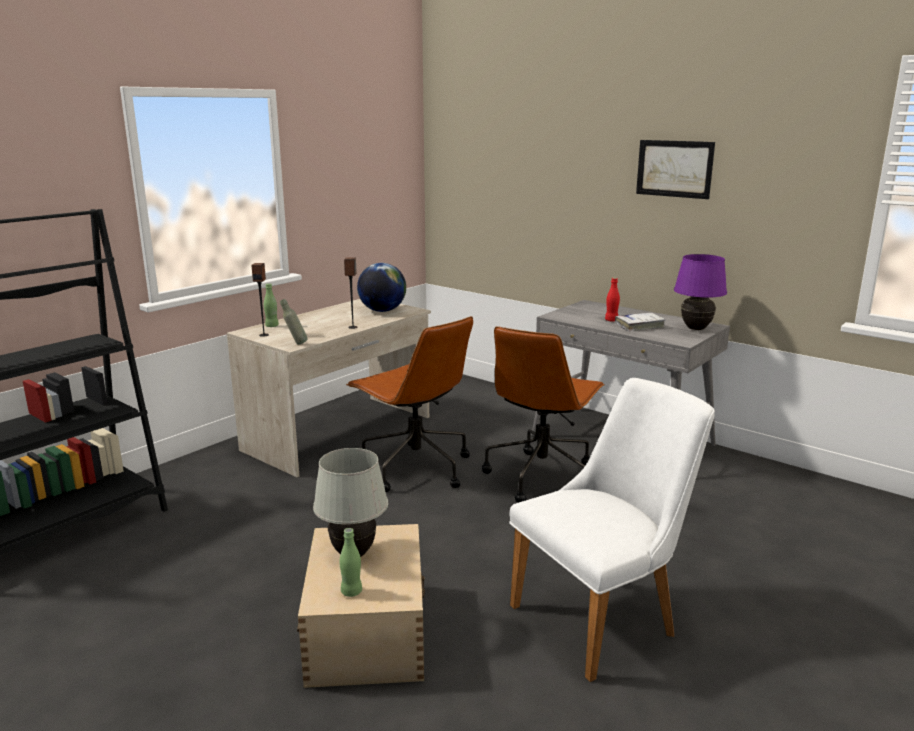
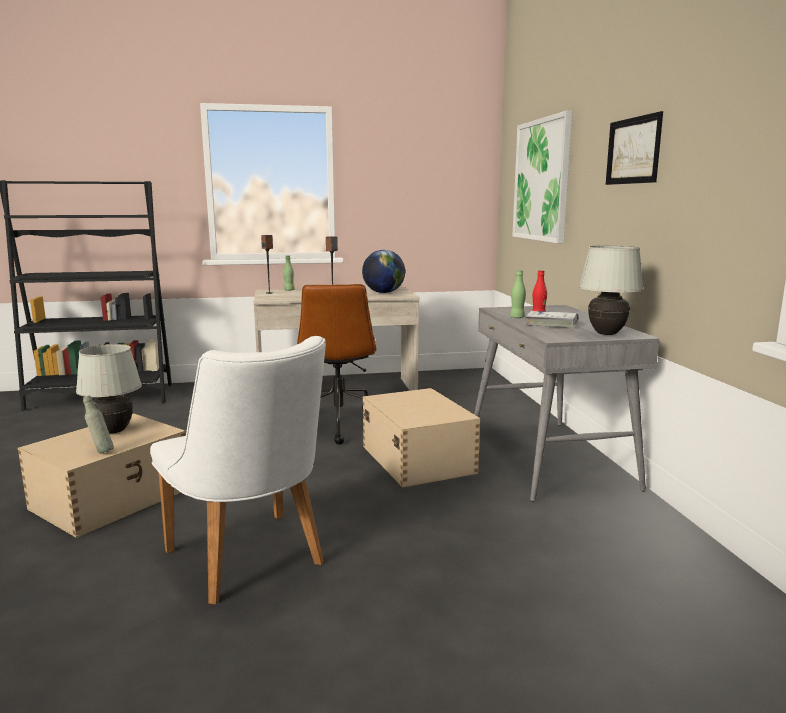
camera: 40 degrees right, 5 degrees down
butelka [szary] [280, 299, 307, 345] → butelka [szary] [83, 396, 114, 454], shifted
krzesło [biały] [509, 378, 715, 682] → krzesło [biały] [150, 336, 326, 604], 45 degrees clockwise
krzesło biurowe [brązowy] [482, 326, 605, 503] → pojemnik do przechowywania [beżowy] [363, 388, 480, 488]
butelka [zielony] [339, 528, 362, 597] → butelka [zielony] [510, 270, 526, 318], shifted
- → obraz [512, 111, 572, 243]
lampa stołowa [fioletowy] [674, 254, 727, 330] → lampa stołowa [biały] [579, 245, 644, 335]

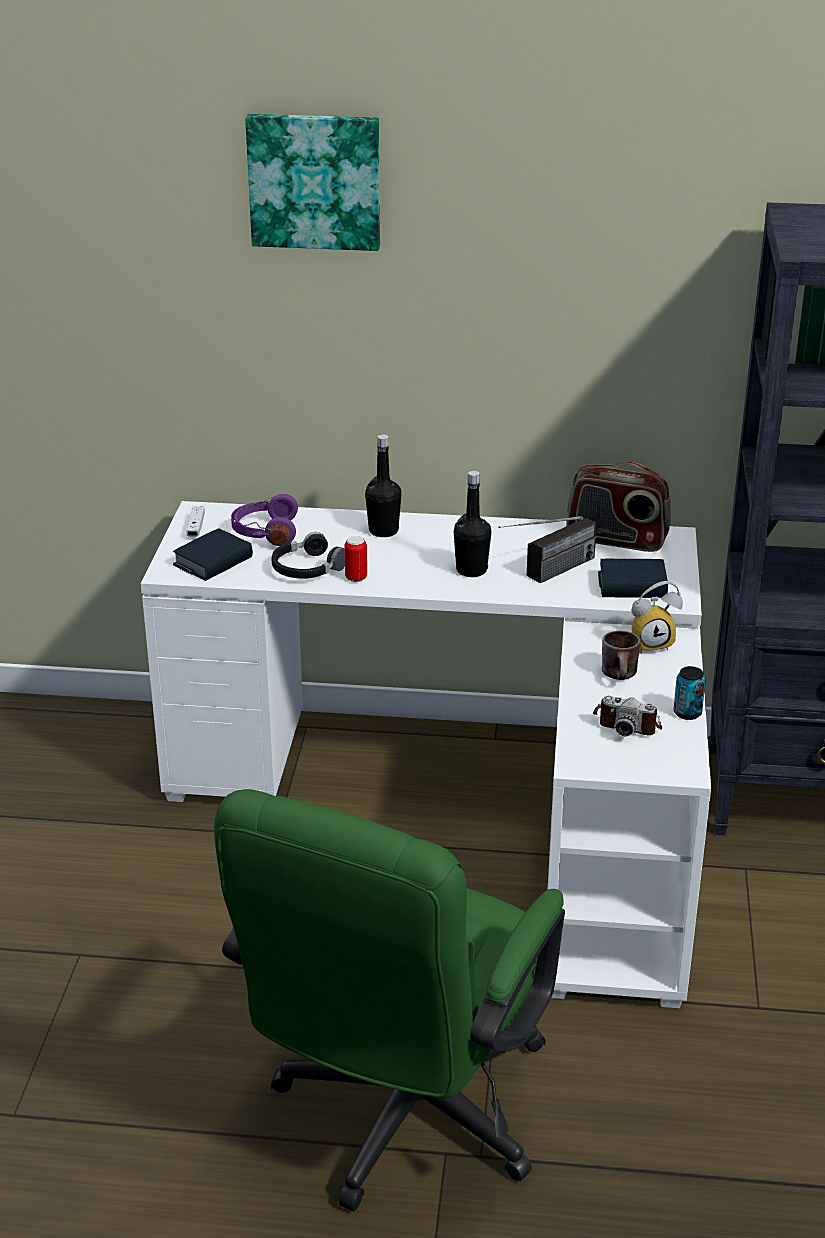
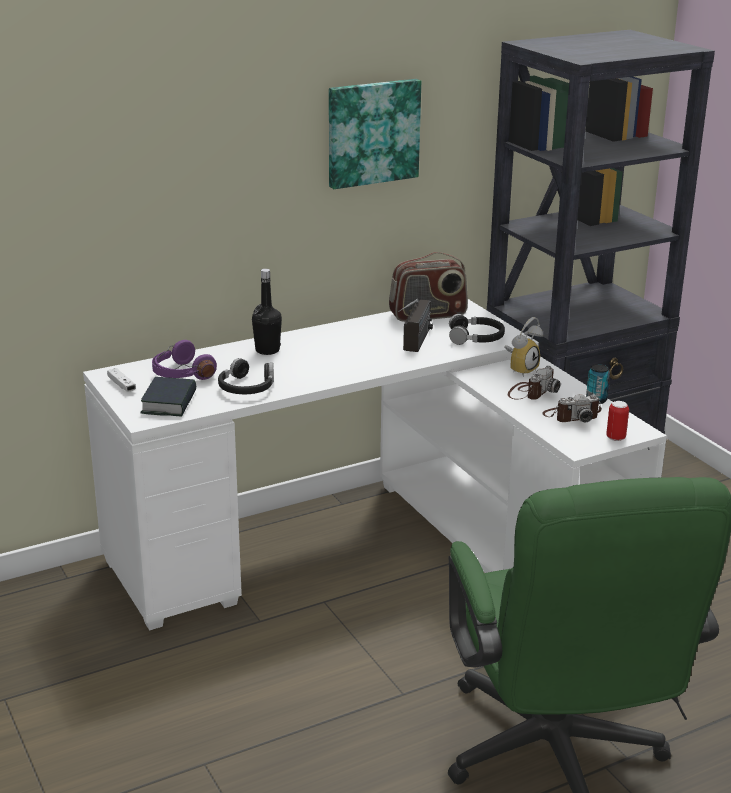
camera: 35 degrees left, 5 degrees down
obraz [245, 114, 380, 251] → obraz [329, 79, 421, 189], shifted
książka [598, 558, 668, 598] → słuchawki [czarny] [449, 314, 505, 345]
kubek [brązowy] [602, 631, 640, 680] → aparat fotograficzny [508, 366, 561, 400]
puszka [344, 536, 367, 582] → puszka [606, 401, 629, 441], shifted
butelka [czarny] [454, 471, 492, 577] → -

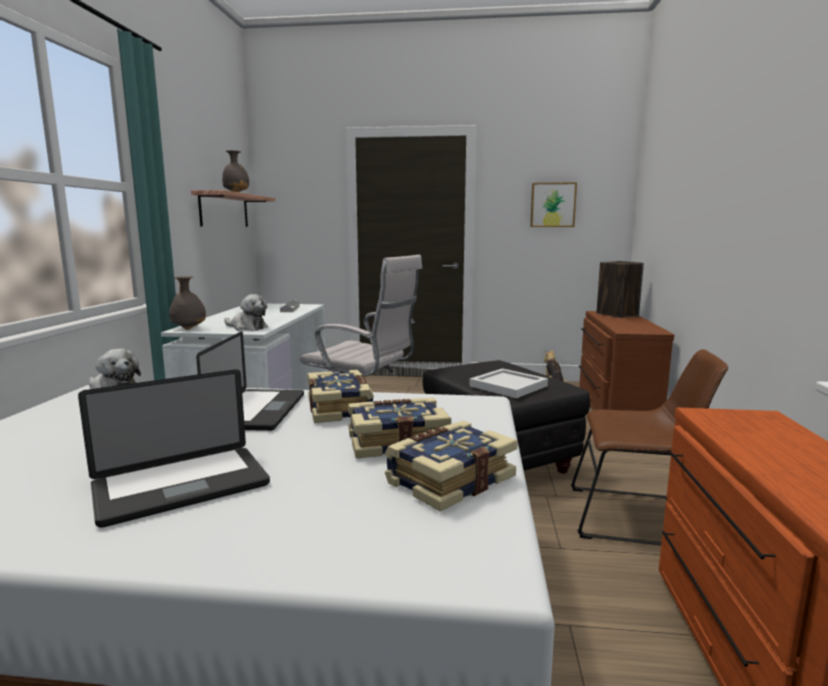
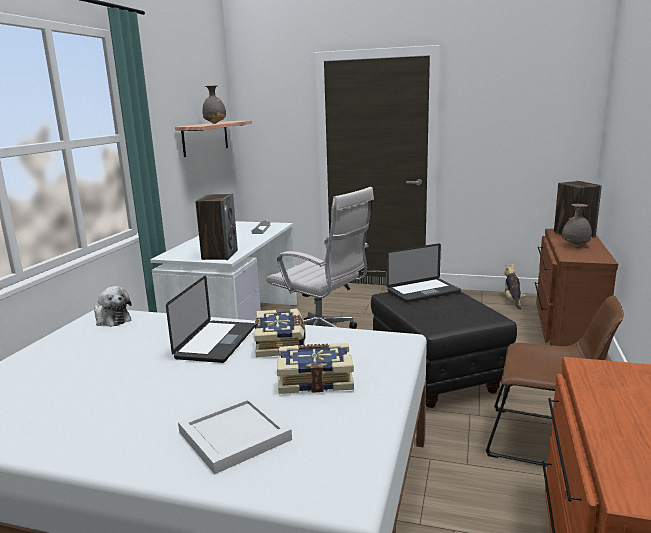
camera: 10 degrees right, 5 degrees up
taca [biały] [469, 369, 548, 398] → taca [biały] [178, 395, 292, 474], shifted
pluszak [224, 294, 268, 331] → głośnik [196, 194, 238, 260]
laptop [78, 369, 270, 528] → laptop [386, 243, 461, 303], shifted
wazon [szary] [169, 276, 206, 330] → wazon [szary] [562, 204, 592, 247], shifted
książka [385, 421, 517, 511] → -
obraz [530, 182, 577, 227] → -

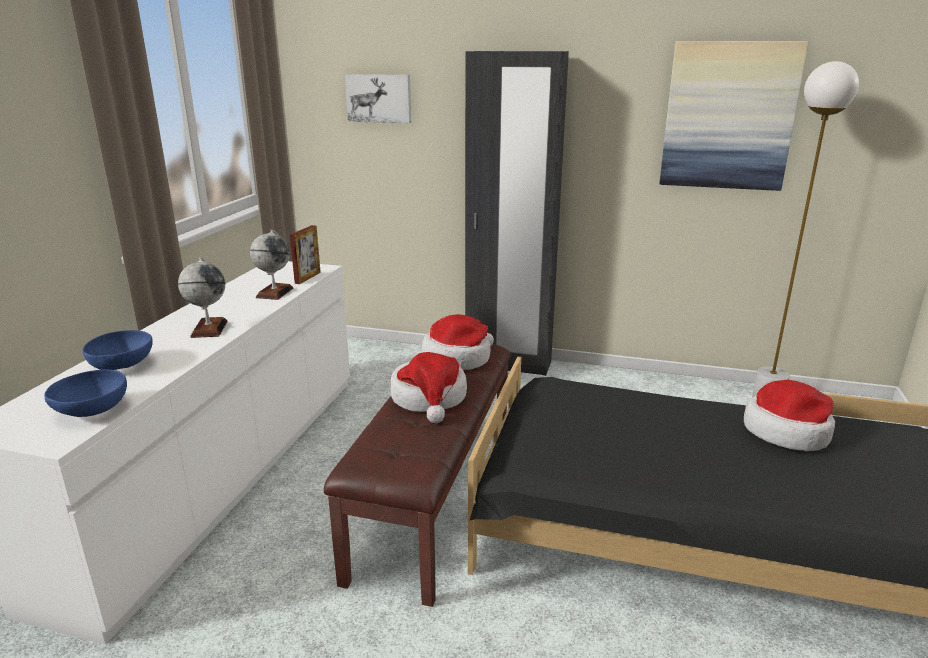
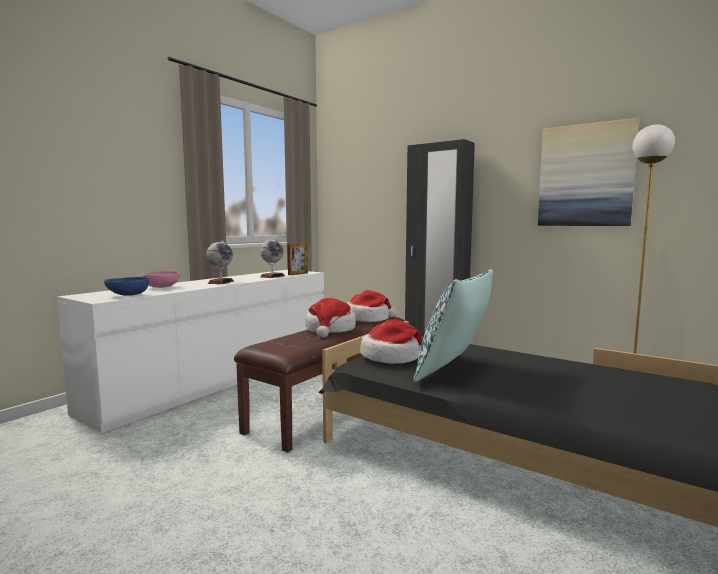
camera: 20 degrees right, 15 degrees down
miska [niebieski] [83, 330, 153, 370] → miska [różowy] [142, 271, 181, 288]
kapelusz [744, 380, 835, 451] → kapelusz [360, 320, 423, 364], shifted
- → poduszka [413, 269, 493, 382]
obraz [345, 74, 411, 123] → -

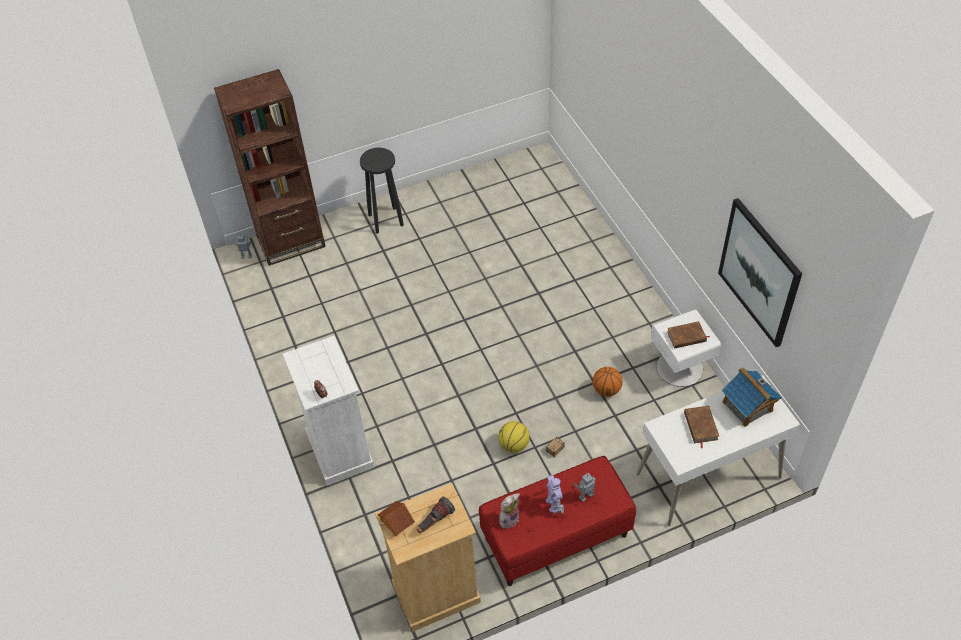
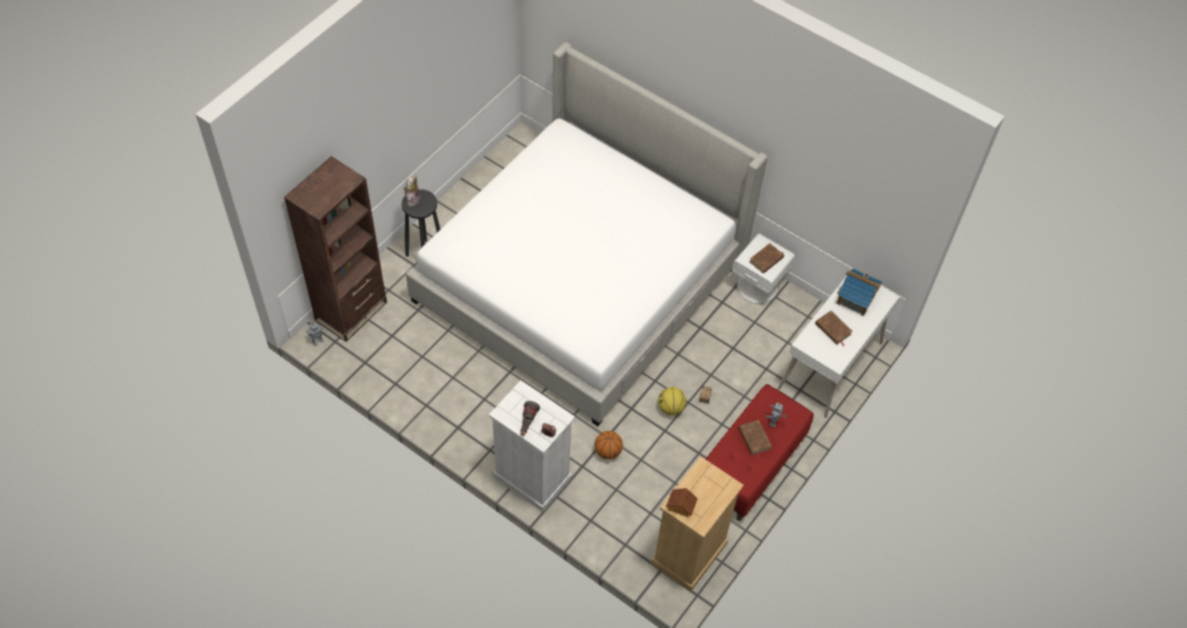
camera: 35 degrees left, 5 degrees up
pluszak [499, 493, 520, 528] → pluszak [403, 174, 420, 207], shifted
- → łóżko [406, 42, 768, 426]
latarka [417, 496, 455, 533] → latarka [521, 401, 540, 436], shifted
piłka do koszykówki [593, 367, 623, 397] → piłka do koszykówki [594, 431, 623, 459], shifted
robot zabawkowy [546, 475, 564, 514] → książka [brązowy] [738, 420, 772, 459]
obraz [718, 198, 802, 347] → -

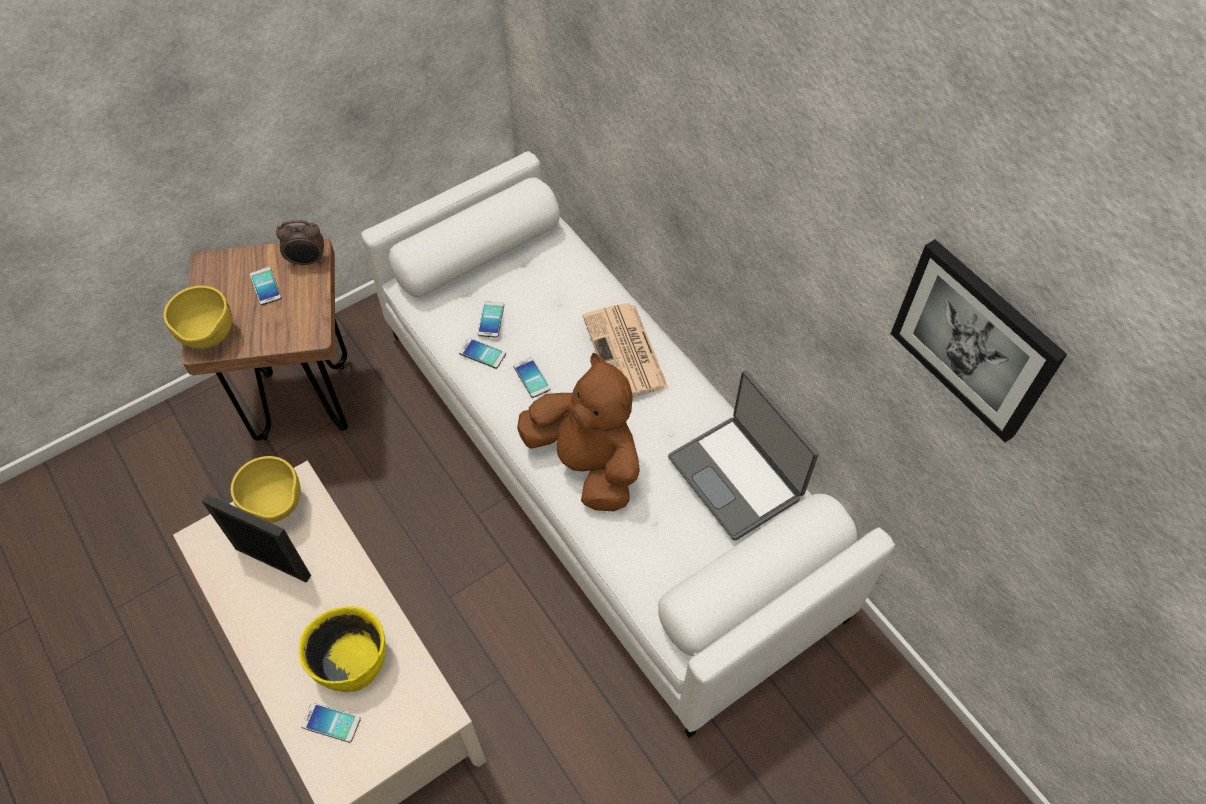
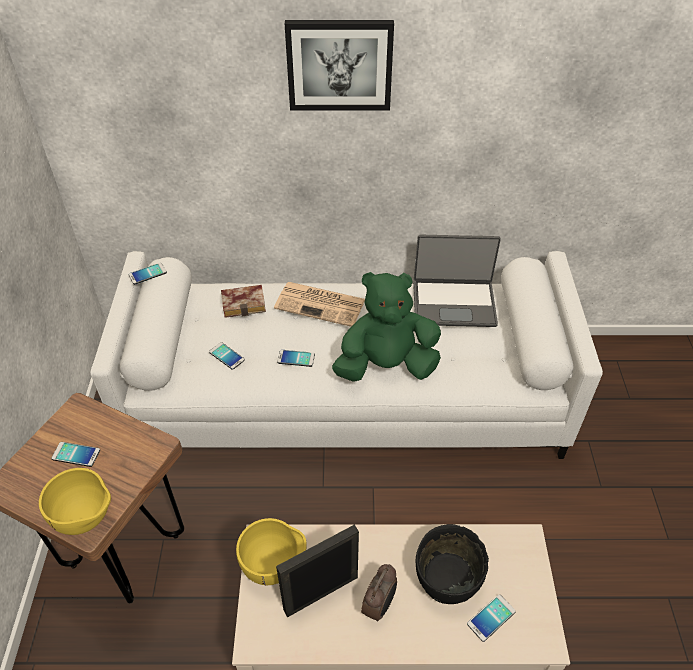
camera: 55 degrees left, 10 degrees down
telefon [459, 338, 506, 369] → telefon [129, 263, 167, 285], shifted
- → książka [221, 285, 266, 318]
obraz [891, 239, 1067, 443] → obraz [285, 20, 394, 110], shifted
pluszak [brązowy] [517, 353, 640, 511] → pluszak [zielony] [332, 272, 441, 381]
budzik [276, 220, 324, 266] → budzik [361, 564, 397, 622], shifted
miska [żółty] [299, 606, 386, 692] → miska [czarny] [416, 524, 489, 604]

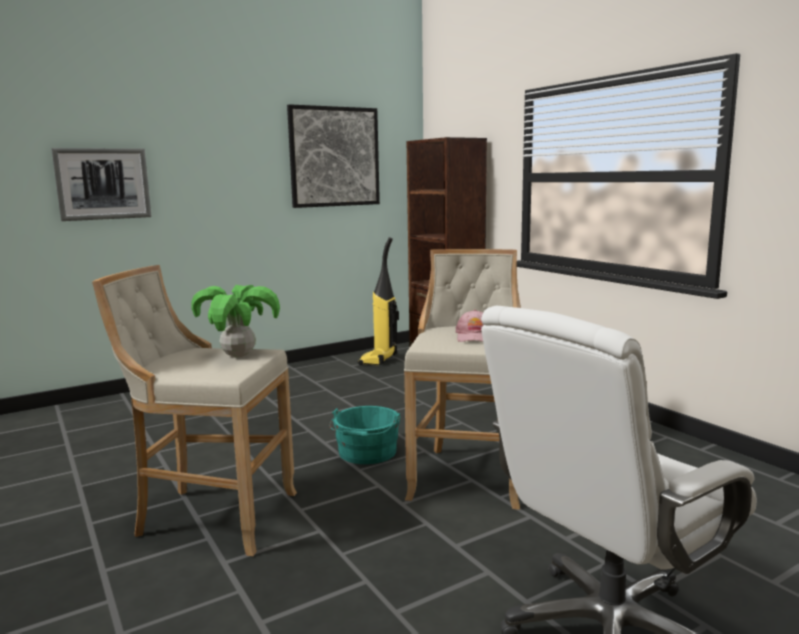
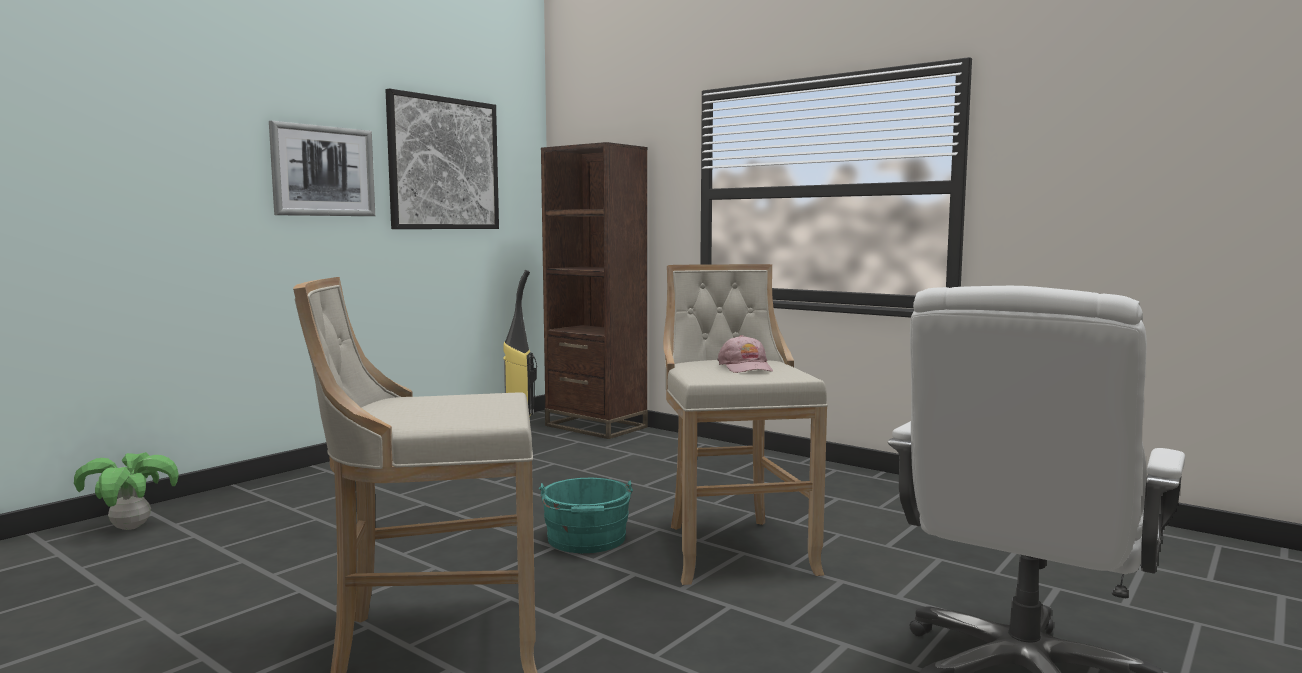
camera: 20 degrees left, 5 degrees down
roślina doniczkowa [191, 285, 280, 357] → roślina doniczkowa [74, 452, 179, 530], shifted
obraz [51, 148, 152, 221] → obraz [269, 121, 375, 216], shifted

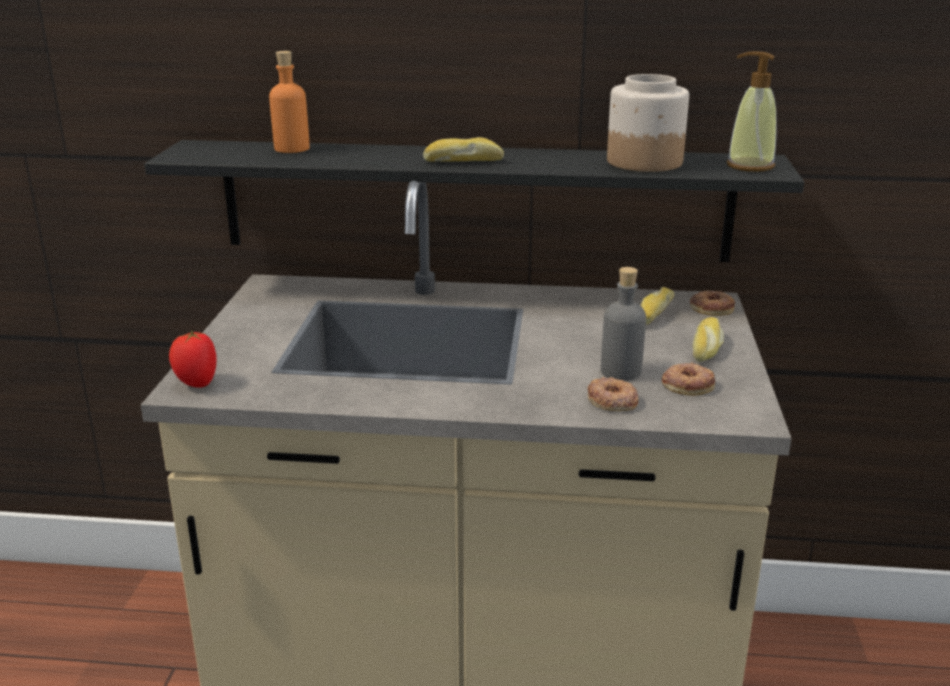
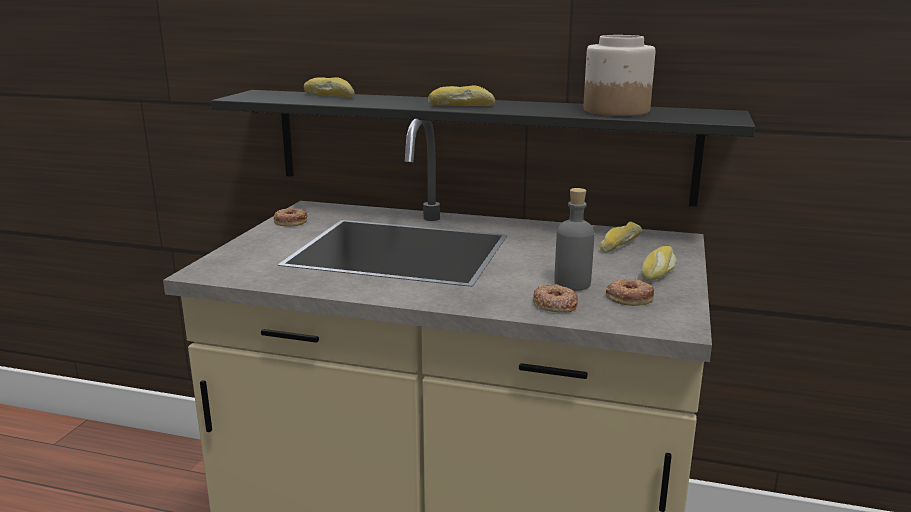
camera: 10 degrees right, 5 degrees down
donut [690, 291, 735, 316] → donut [274, 208, 307, 226], shifted
butelka [pomarańczowy] [269, 51, 310, 153] → chleb [304, 77, 354, 97]
pomidor [169, 331, 217, 388] → -
dozownik mydła [727, 52, 777, 172] → -

